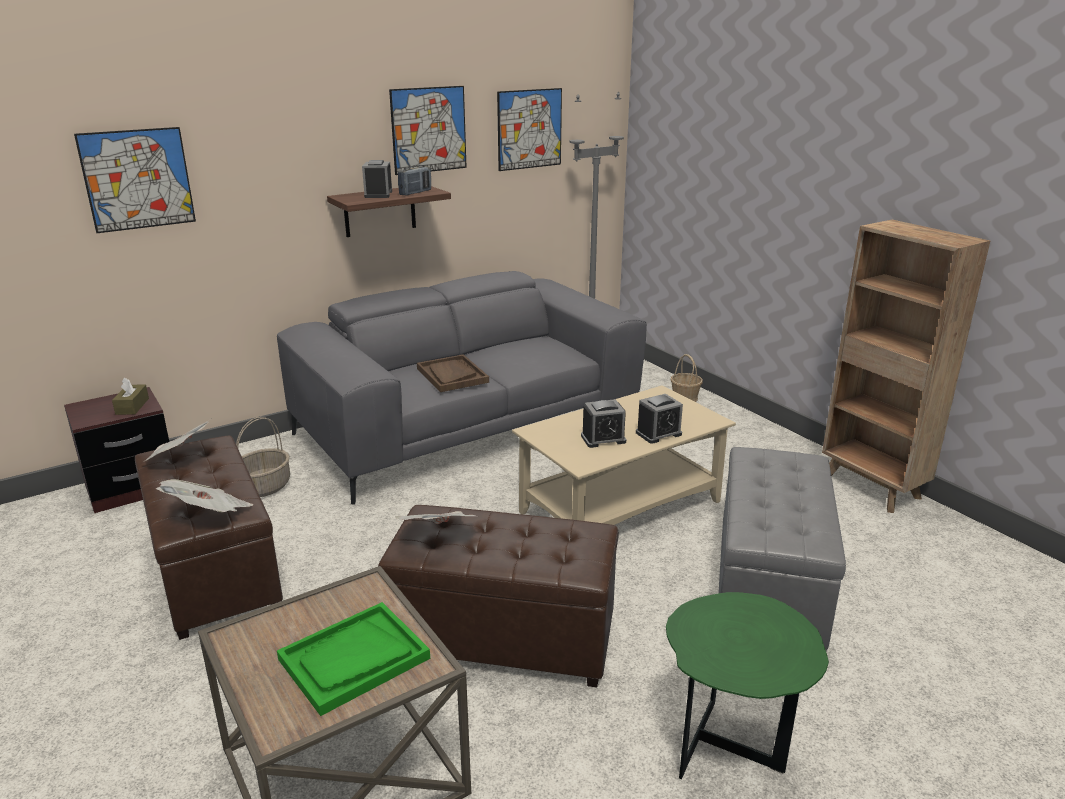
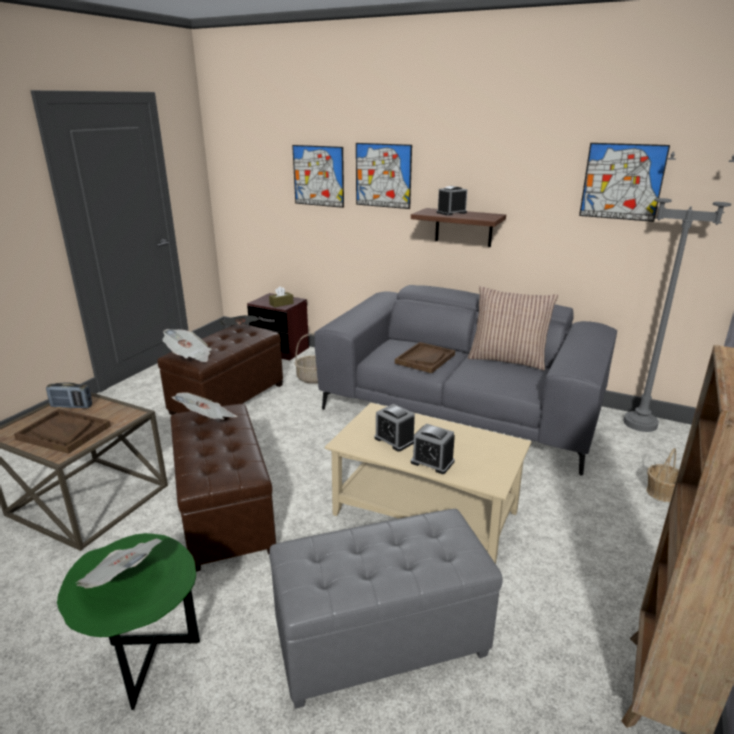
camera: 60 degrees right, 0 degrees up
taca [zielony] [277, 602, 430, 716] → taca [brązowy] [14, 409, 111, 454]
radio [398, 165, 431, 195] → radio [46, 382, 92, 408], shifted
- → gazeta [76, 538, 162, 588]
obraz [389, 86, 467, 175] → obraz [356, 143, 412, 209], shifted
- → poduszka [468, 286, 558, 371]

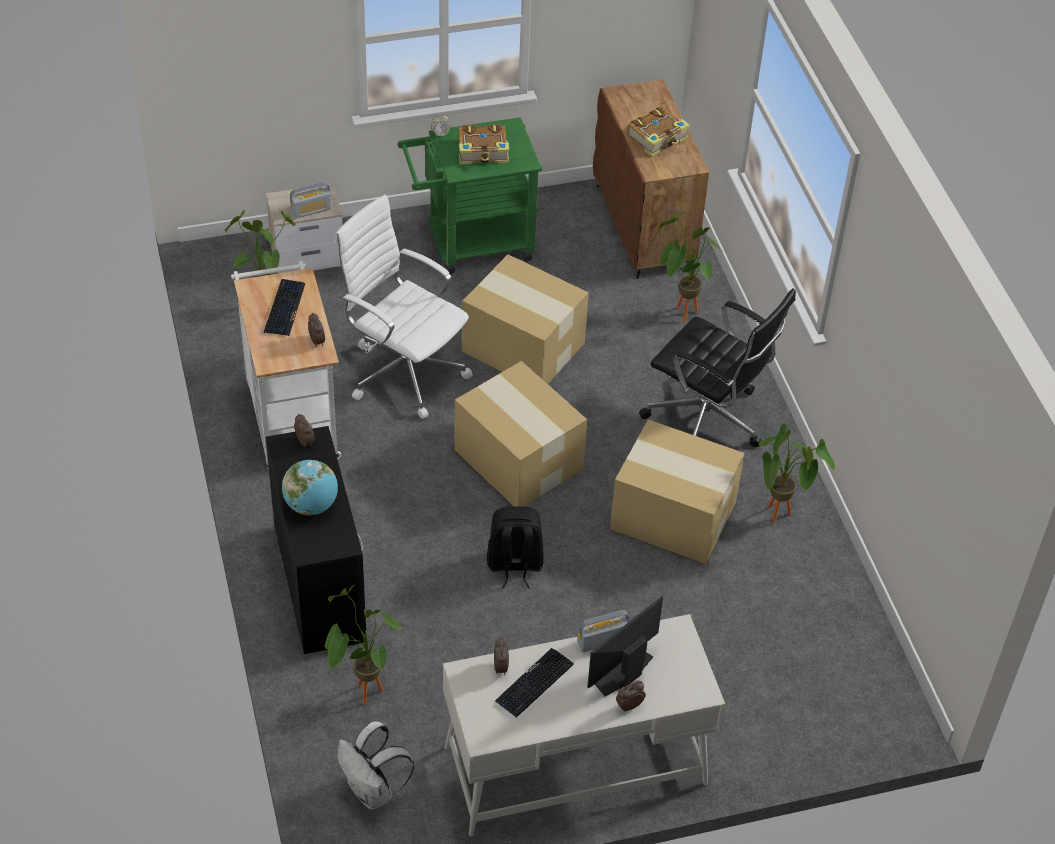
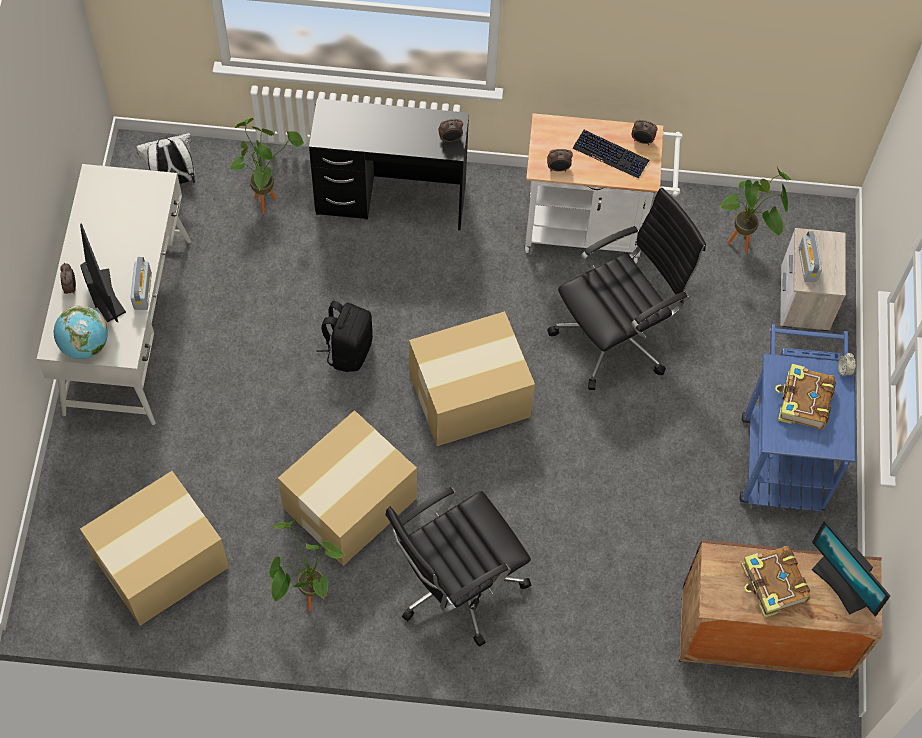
camera: 110 degrees right, 15 degrees up
globus [282, 460, 338, 516] → globus [54, 305, 108, 359], shifted
karton [462, 254, 589, 384] → karton [80, 471, 229, 626], shifted
krzesło biurowe [biały] [335, 195, 473, 419] → krzesło biurowe [czarny] [547, 188, 706, 390]
budzik [494, 637, 509, 675] → budzik [631, 120, 657, 145], shifted
wózek [zielony] [398, 117, 542, 274] → wózek [niebieski] [740, 324, 856, 511]
- → monitor [812, 520, 890, 616]
klawiatura [495, 648, 574, 718] → -
roślina doniczkowa [657, 211, 721, 322] → -

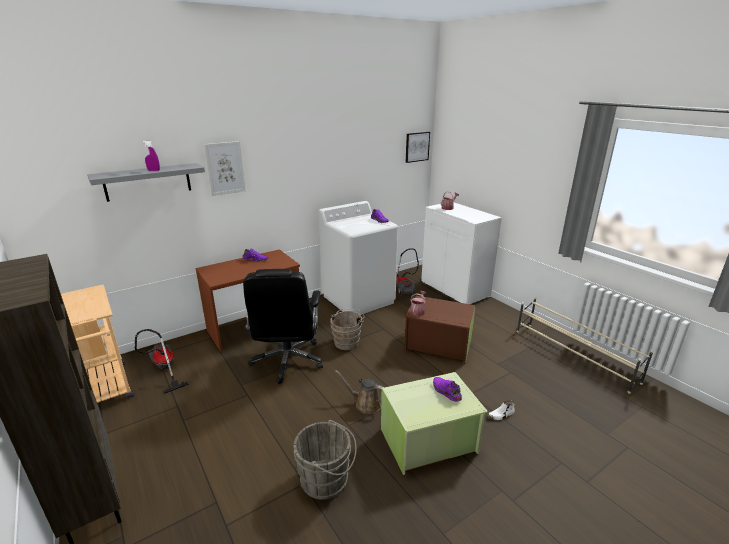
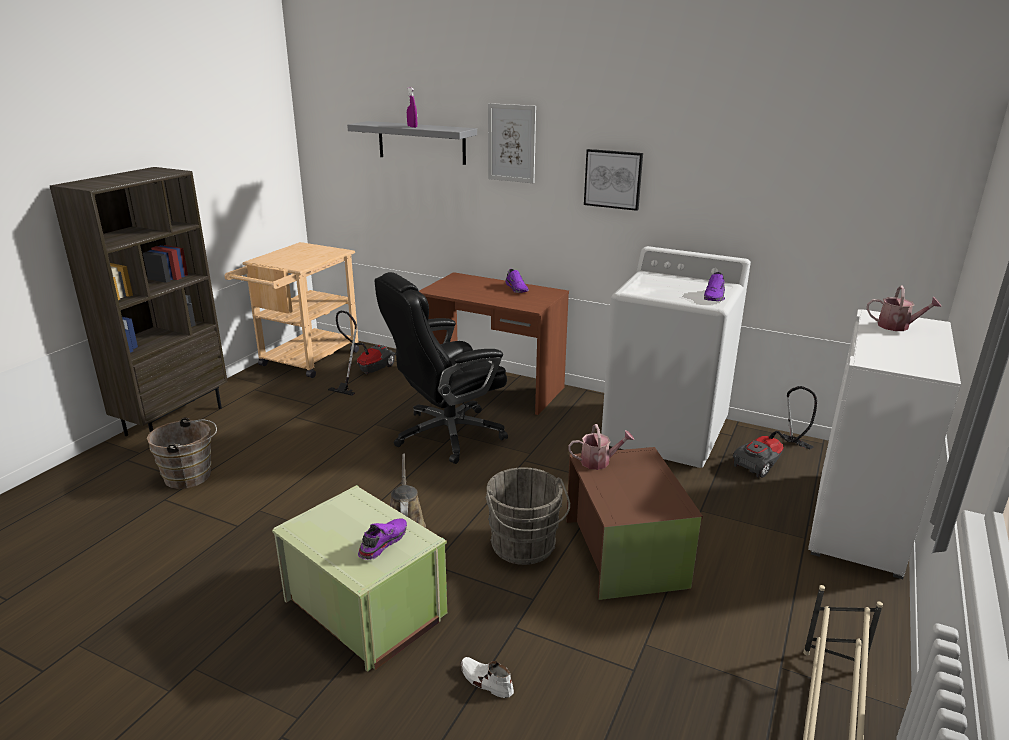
camera: 60 degrees right, 0 degrees up
wiadro [brązowy] [330, 309, 364, 350] → wiadro [brązowy] [147, 417, 217, 489], shifted
wiadro [szary] [294, 420, 357, 500] → wiadro [szary] [485, 467, 570, 565], shifted
obraz [405, 132, 430, 163] → obraz [584, 149, 643, 211], shifted

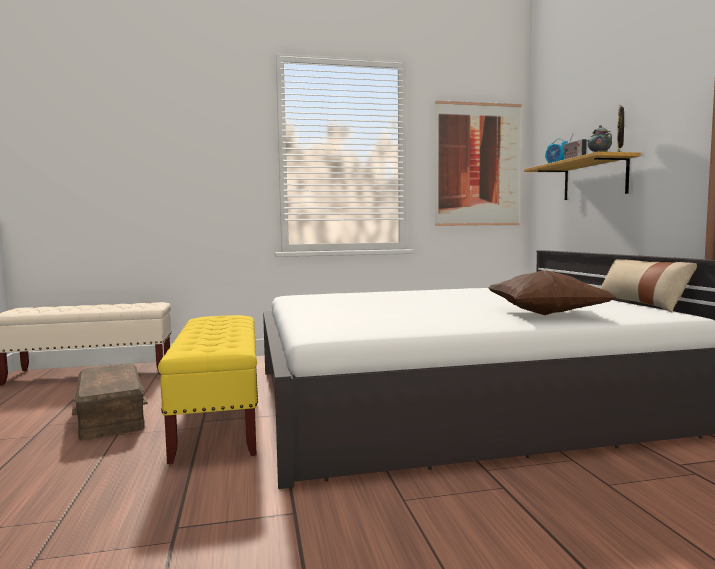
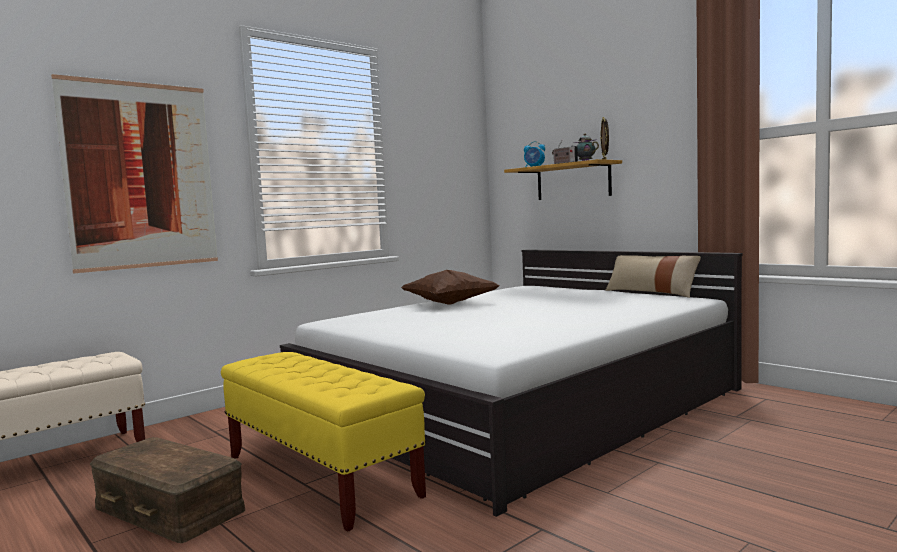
camera: 30 degrees left, 0 degrees up
obraz [435, 100, 522, 226] → obraz [51, 74, 218, 273], shifted
poduszka [brązowy] [488, 270, 616, 315] → poduszka [brązowy] [401, 270, 500, 305], shifted

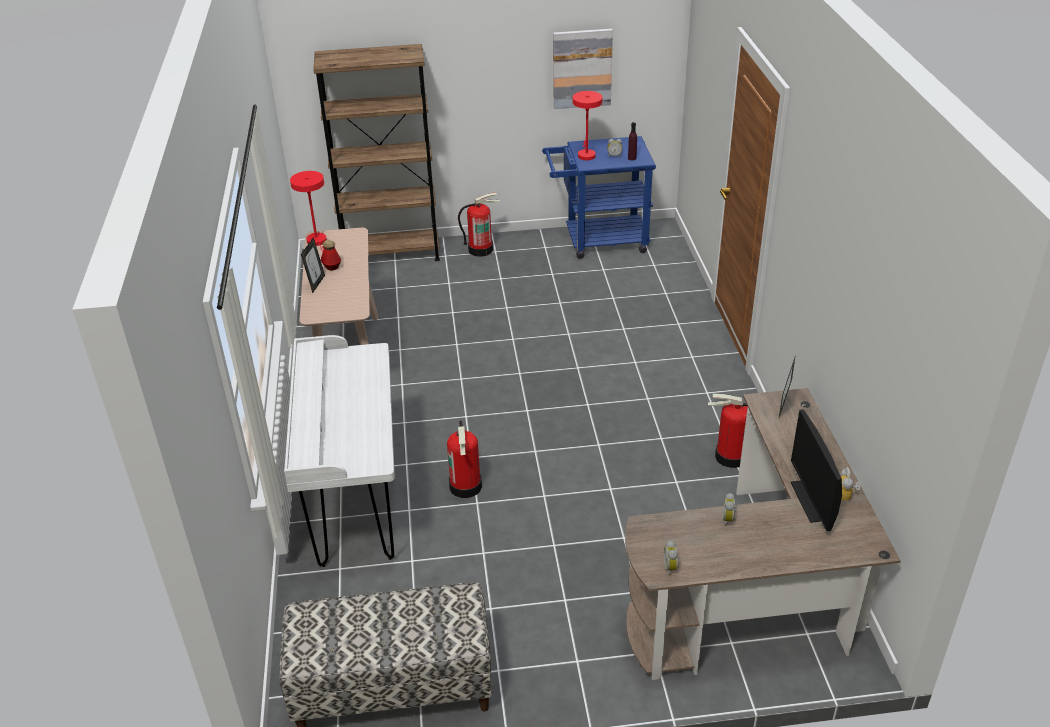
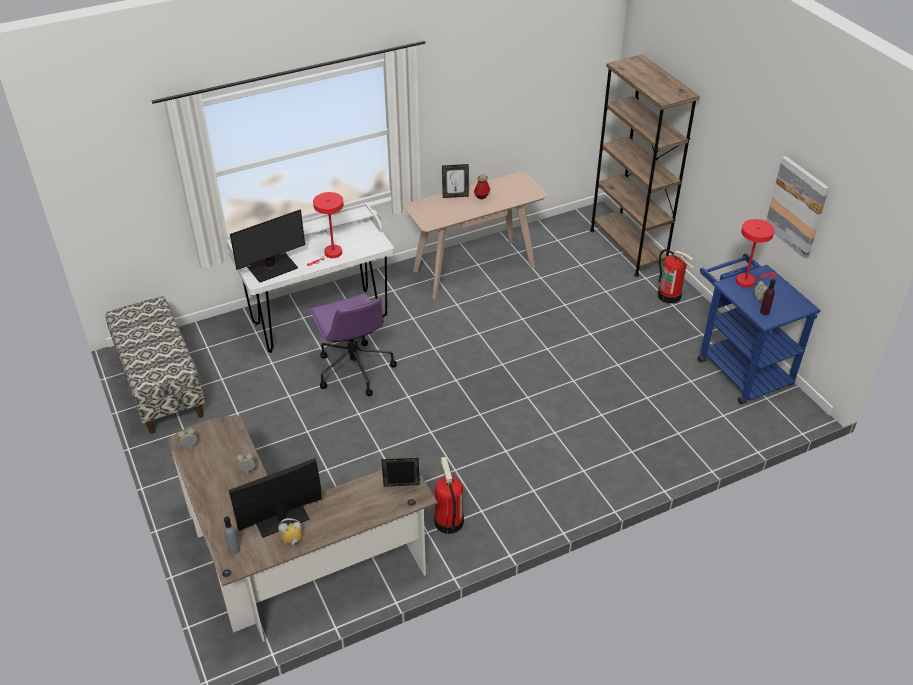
camera: 70 degrees right, 5 degrees up
- → butelka [szary] [224, 516, 240, 555]
- → monitor [230, 209, 305, 283]
lampa stołowa [czerwony] [290, 171, 327, 252] → lampa stołowa [czerwony] [307, 192, 344, 266], shifted
gaśnica [447, 421, 482, 498] → krzesło biurowe [fioletowy] [309, 294, 397, 396]

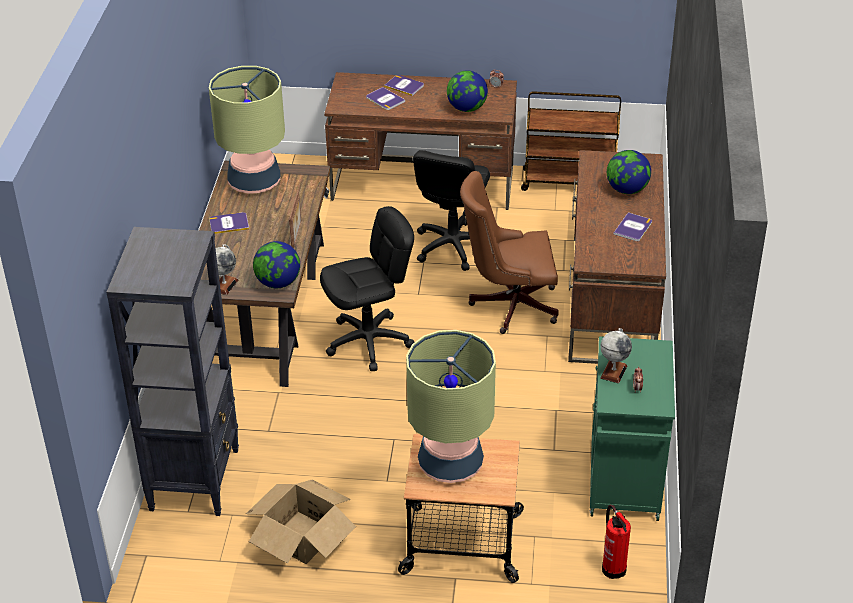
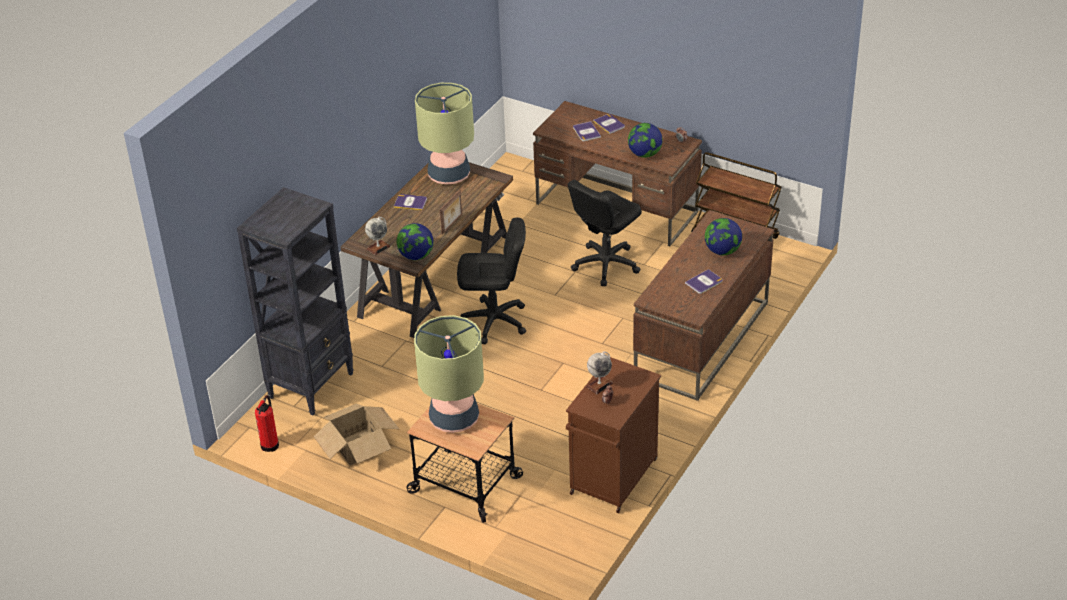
camera: 25 degrees right, 0 degrees up
gaśnica [602, 505, 631, 579] → gaśnica [255, 395, 279, 452], shifted
szafka [zielony] [590, 336, 675, 521] → szafka [brązowy] [566, 357, 661, 513]
krzesło biurowe [brązowy] [460, 171, 559, 334] → -

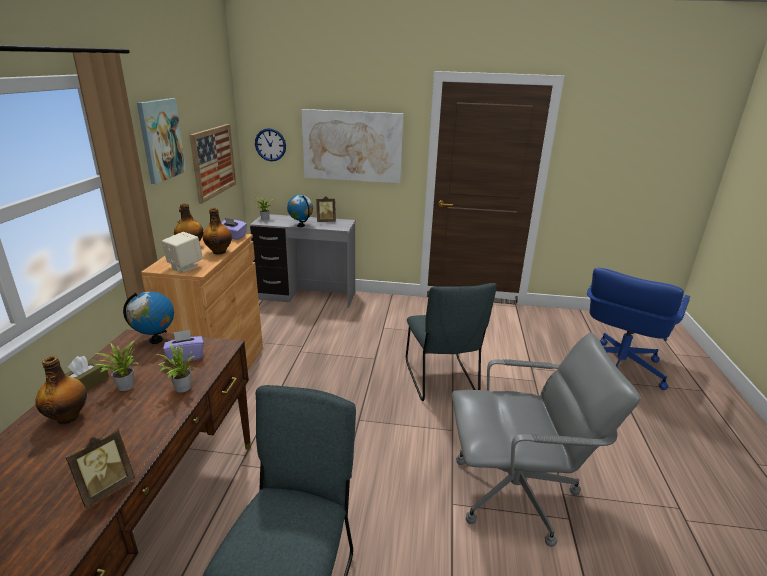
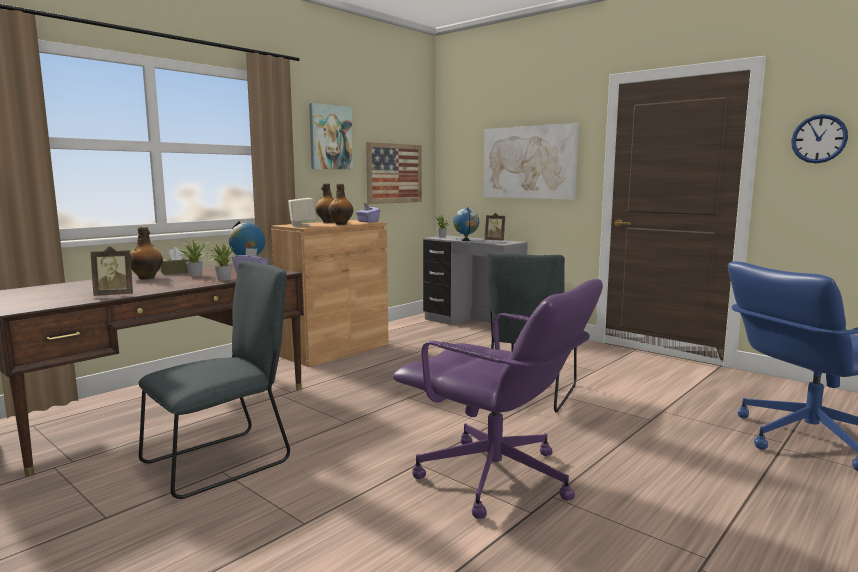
camera: 35 degrees right, 15 degrees down
krzesło biurowe [szary] [452, 333, 641, 547] → krzesło biurowe [fioletowy] [393, 279, 603, 519]
zegar ścienny [255, 128, 286, 161] → zegar ścienny [791, 114, 848, 163], shifted

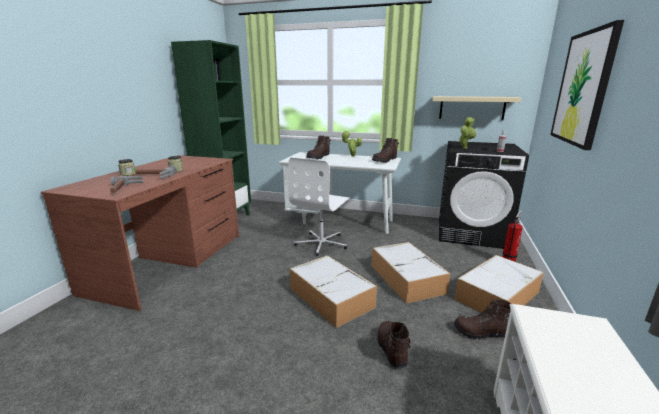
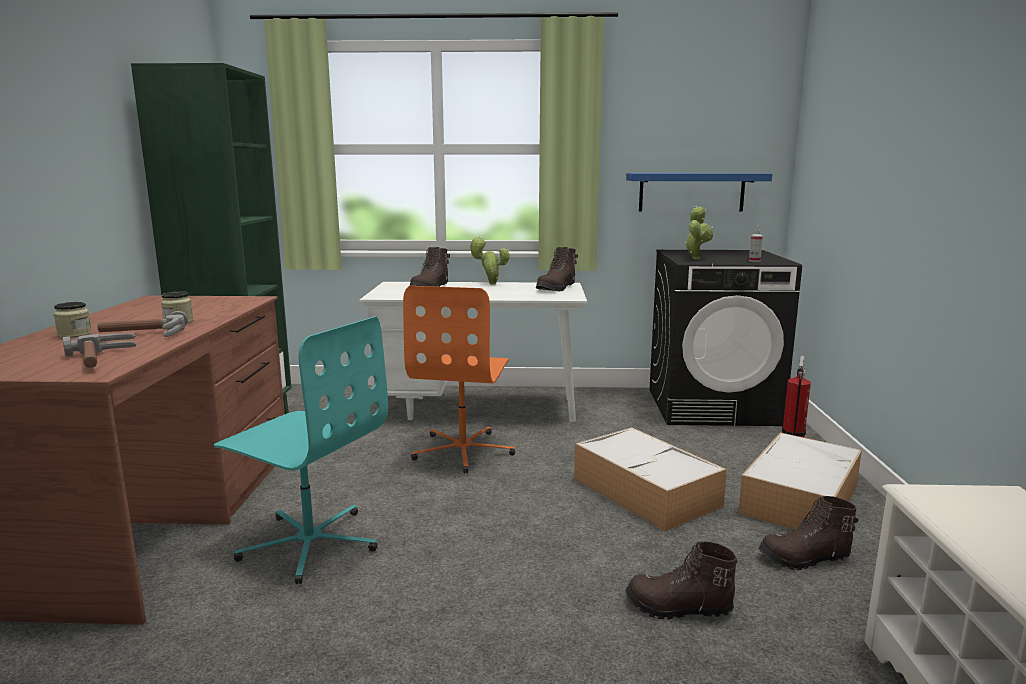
camera: 15 degrees left, 5 degrees down
- → krzesło biurowe [turkusowy] [214, 317, 388, 584]
krzesło biurowe [biały] [288, 158, 350, 256] → krzesło biurowe [pomarańczowy] [403, 286, 515, 473]
but z cholewką [brązowy] [377, 321, 411, 368] → but z cholewką [brązowy] [625, 541, 738, 619], 60 degrees counterclockwise
półka [beżowy] [432, 96, 521, 120] → półka [niebieski] [626, 173, 772, 212]
pojemnik do przechowywania [290, 255, 377, 328] → -
obraz [550, 20, 624, 150] → -

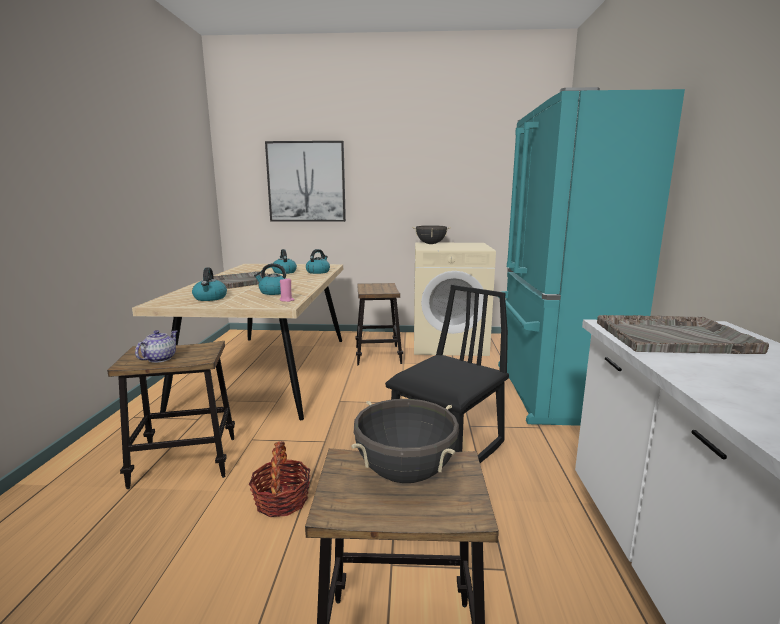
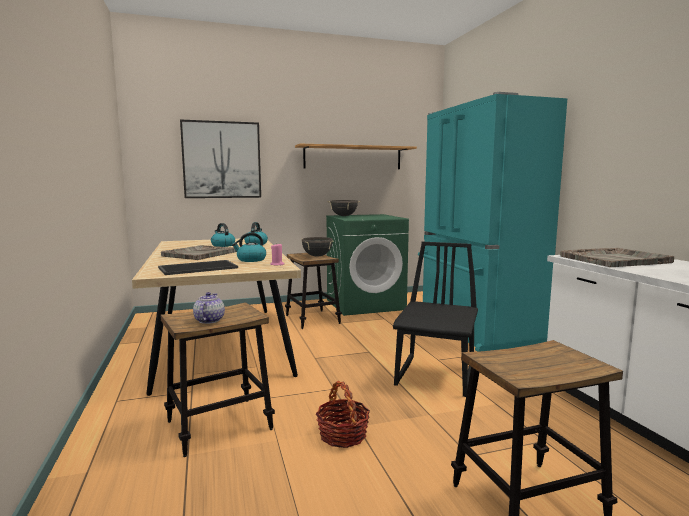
camera: 20 degrees left, 5 degrees down
czajnik [192, 267, 227, 301] → taca [158, 260, 238, 275]
- → półka [295, 144, 417, 169]
garnek [czarny] [351, 399, 459, 483] → garnek [czarny] [301, 237, 334, 257], shifted
pralka [beżowy] [414, 242, 496, 356] → pralka [zielony] [326, 214, 409, 316]

